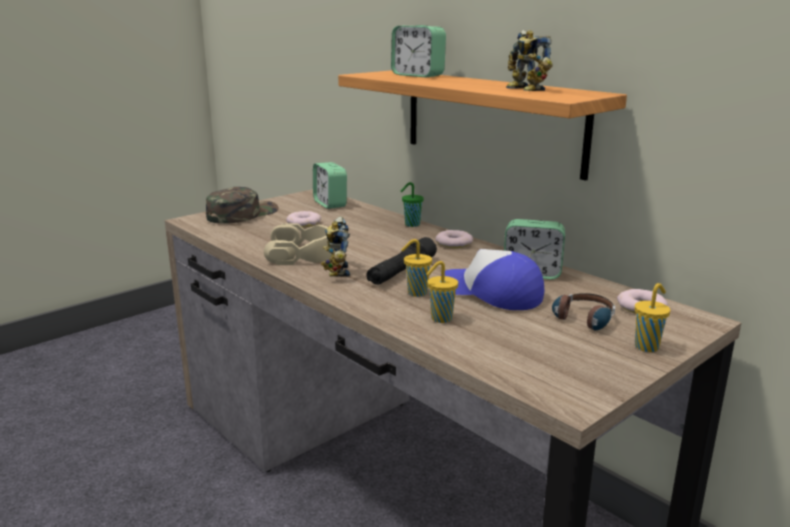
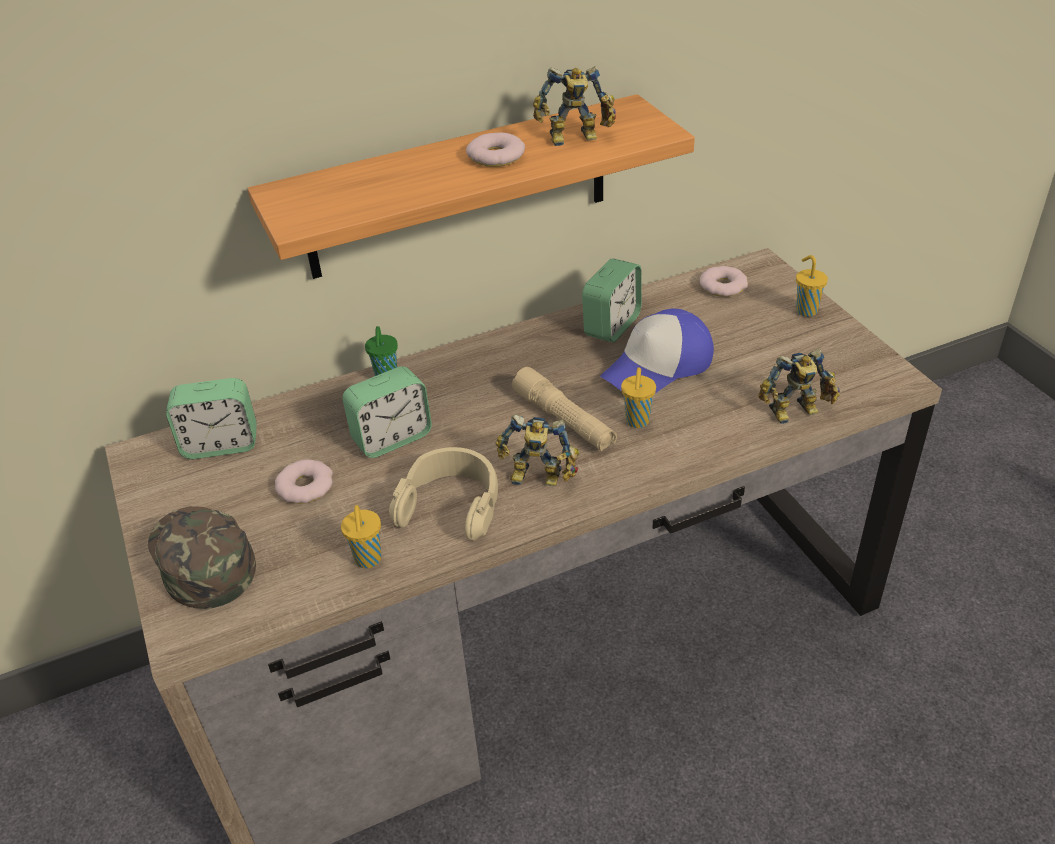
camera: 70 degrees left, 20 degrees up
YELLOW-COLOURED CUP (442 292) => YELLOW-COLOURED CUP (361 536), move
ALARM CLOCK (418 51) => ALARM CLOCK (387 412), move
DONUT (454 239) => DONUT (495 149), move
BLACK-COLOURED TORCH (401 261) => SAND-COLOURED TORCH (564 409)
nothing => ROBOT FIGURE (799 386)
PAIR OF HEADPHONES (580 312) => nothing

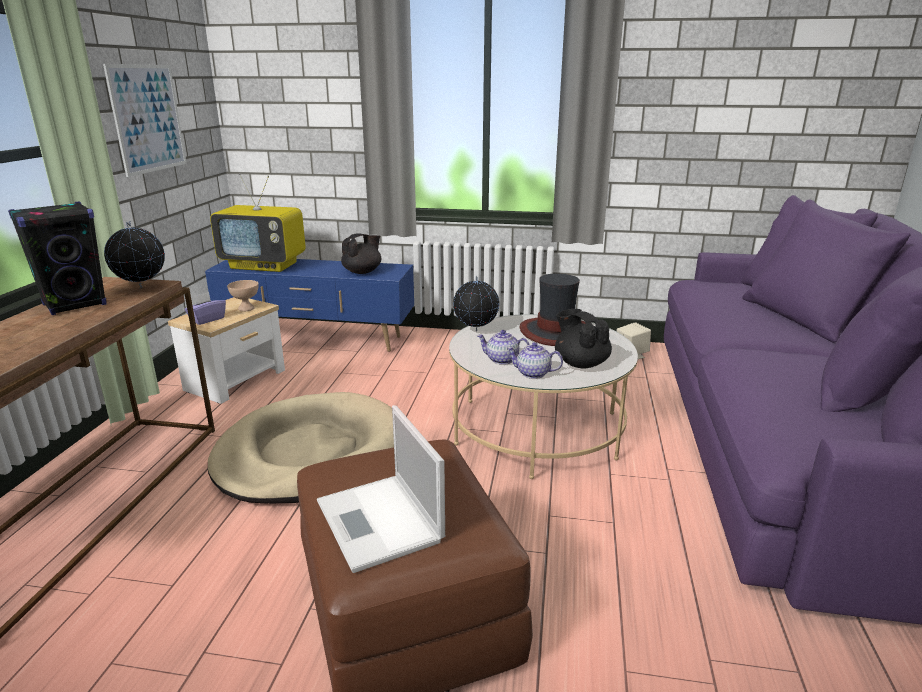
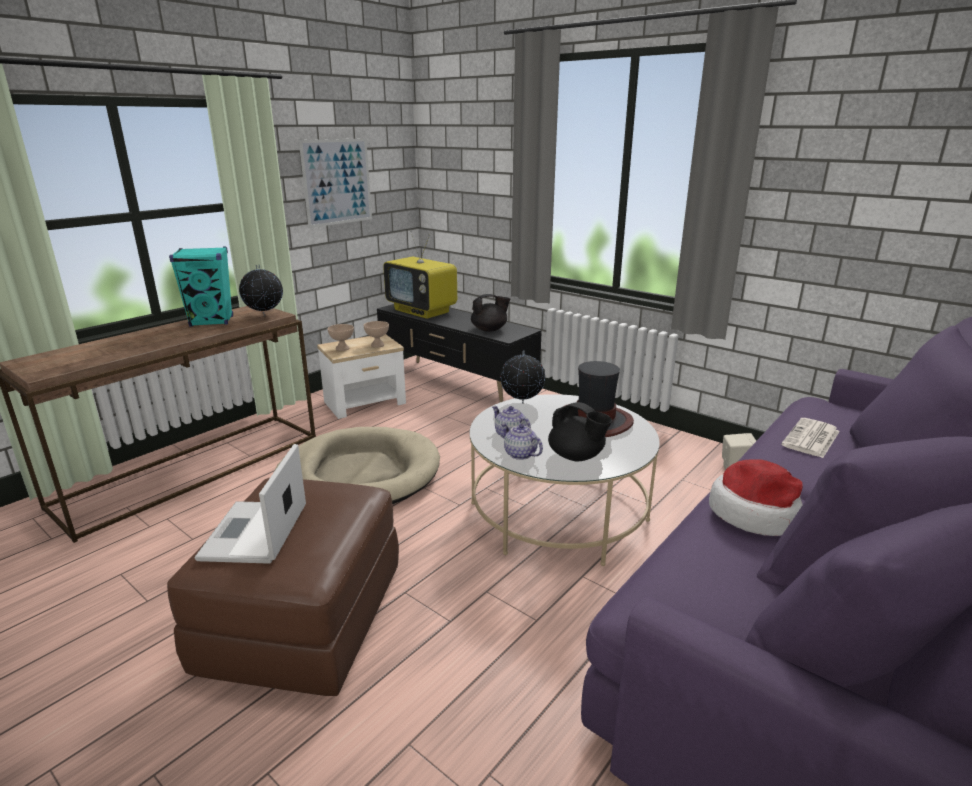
camera: 30 degrees right, 0 degrees up
BLACK-COLOURED LOUDSPEAKER (57 258) => TURQUOISE-COLOURED LOUDSPEAKER (201 287)
PURPLE TISSUE BOX (205 308) => SAND-COLOURED BOWL (341 337)
BLUE-COLOURED TV STAND (309 305) => BLACK-COLOURED TV STAND (459 353)
BLACK-COLOURED POT FOR TEA (583 338) => BLACK-COLOURED POT FOR TEA (580 432), 135 degrees clockwise
nothing => WEARABLE HAT (756 497)
nothing => NEWSPAPER (810 438)

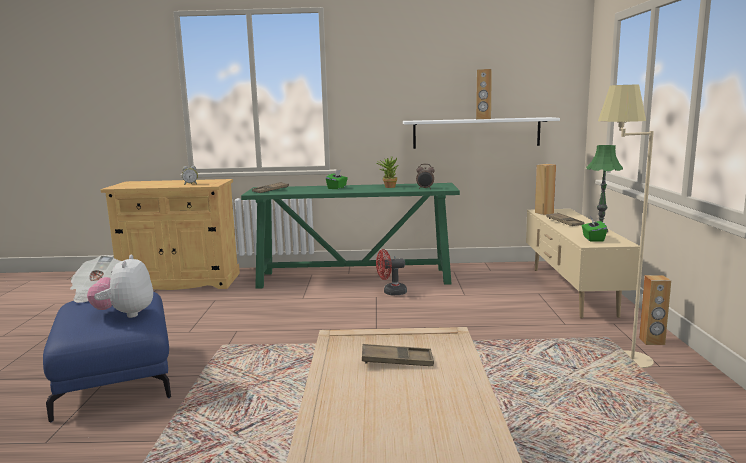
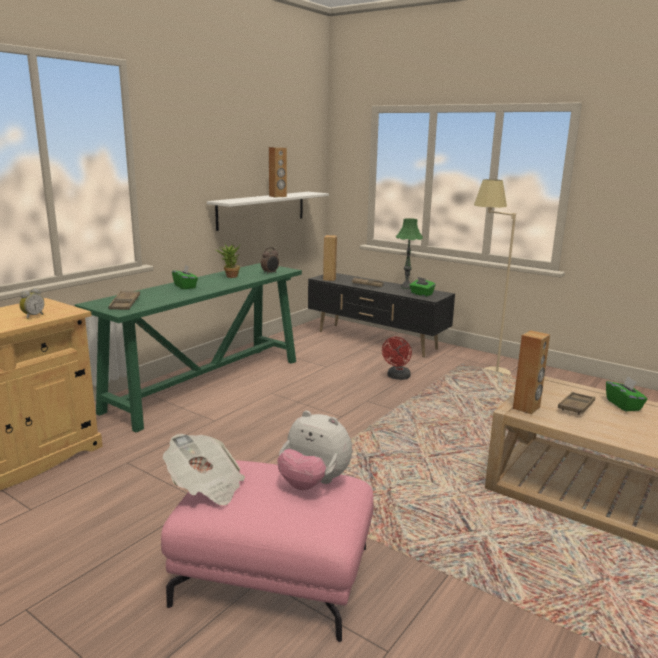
camera: 55 degrees left, 5 degrees up
BLUE-COLOURED FOOTREST (107 357) => PINK-COLOURED FOOTREST (267 551)
SAND-COLOURED TV STAND (583 263) => BLACK-COLOURED TV STAND (381 315)
RED-COLOURED ELECTRIC FAN (391 272) => RED-COLOURED ELECTRIC FAN (397 358), move
BROWNISH LOUDSPEAKER (655 310) => BROWNISH LOUDSPEAKER (531 372), move
nothing => GREENISH TISSUE BOX (627 394)

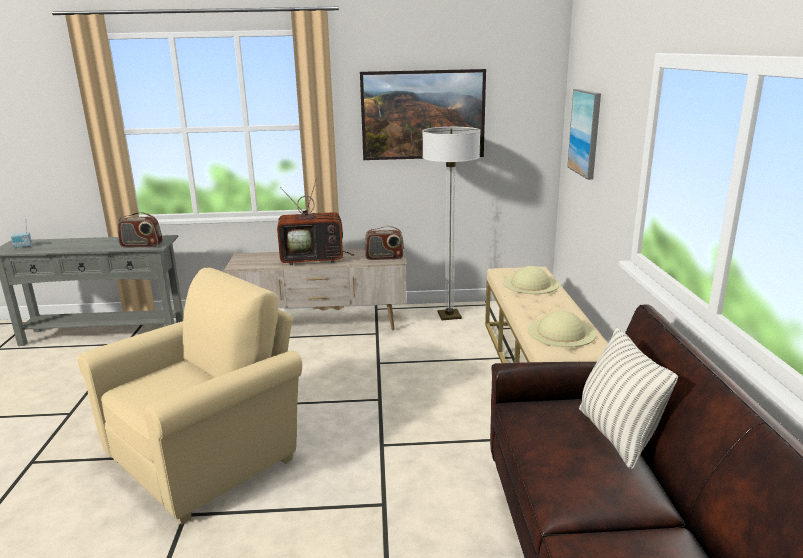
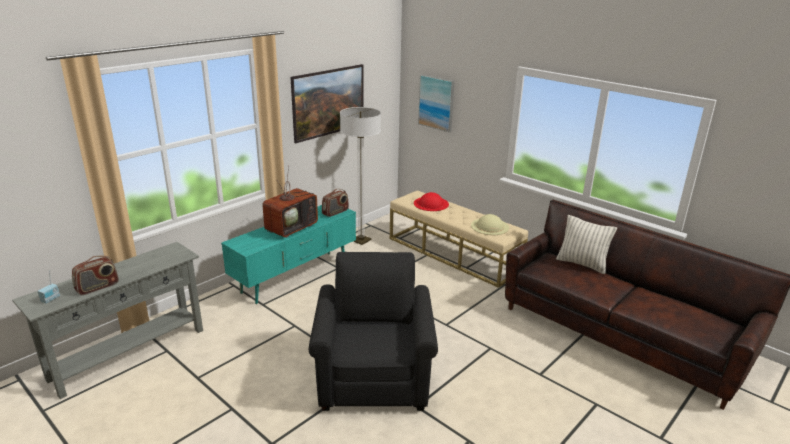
camera: 45 degrees left, 5 degrees up
RADIO (140 230) => RADIO (95 275), move
SAND-COLOURED TV STAND (315 290) => TURQUOISE-COLOURED TV STAND (288 254)
SAND-COLOURED EASY CHAIR (190 396) => BLACK-COLOURED EASY CHAIR (373 331)
SAND-COLOURED WEARABLE HAT (531 280) => RED-COLOURED WEARABLE HAT (431 201)

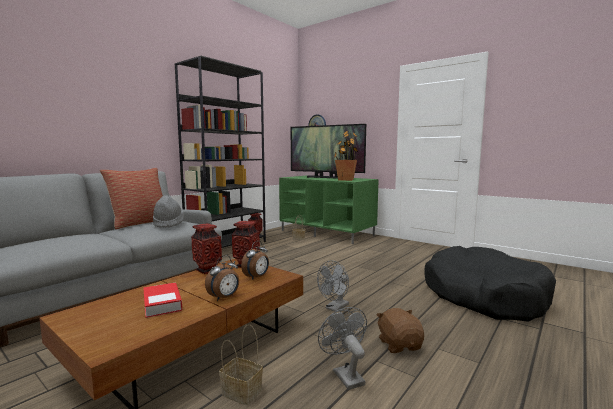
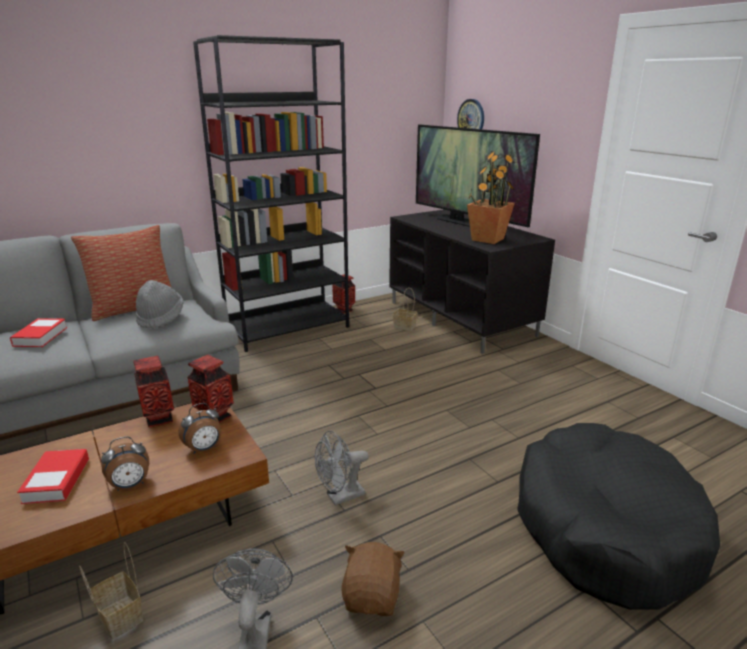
camera: 20 degrees right, 15 degrees up
nothing => BOOK (38 332)
GREENISH TV STAND (329 210) => BLACK-COLOURED TV STAND (472 281)

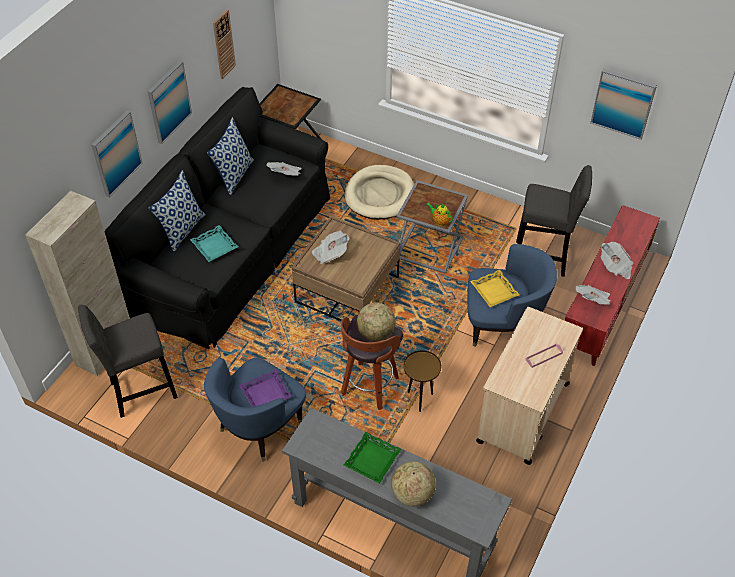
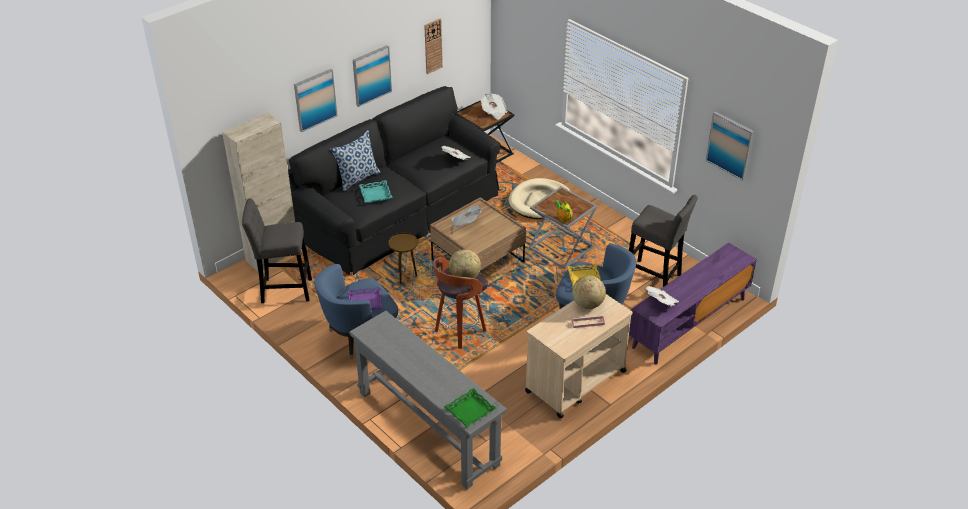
camera: 20 degrees right, 10 degrees down
BROWNISH ACCENT TABLE (422 381) => BROWNISH ACCENT TABLE (403 258), move
GREENISH CARRYING TRAY (372 458) => GREENISH CARRYING TRAY (470 408), move
NEWSPAPER (617 260) => NEWSPAPER (494 106), move
WORLD GLOBE (413 483) => WORLD GLOBE (589 292), move
RED-COLOURED TV STAND (612 285) => PURPLE TV STAND (693 303)
CUSHION (230 156) => nothing

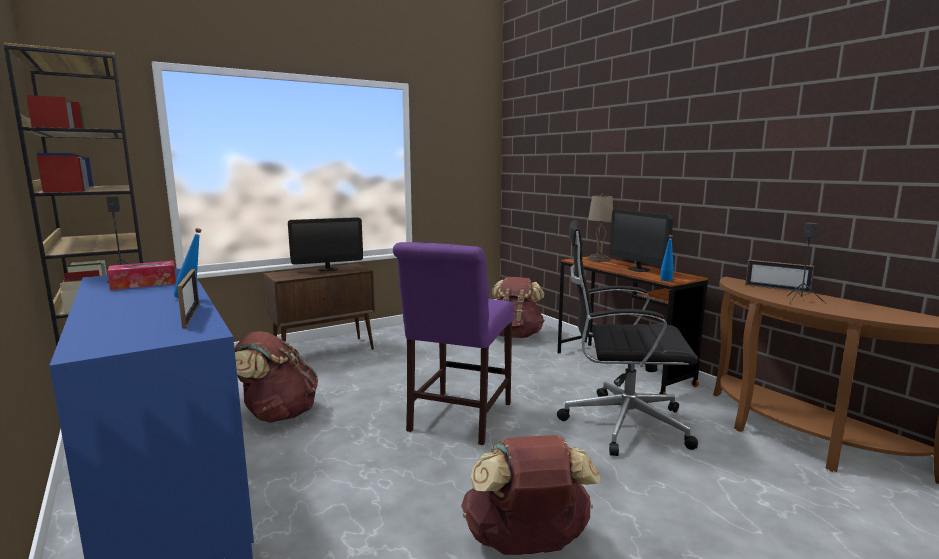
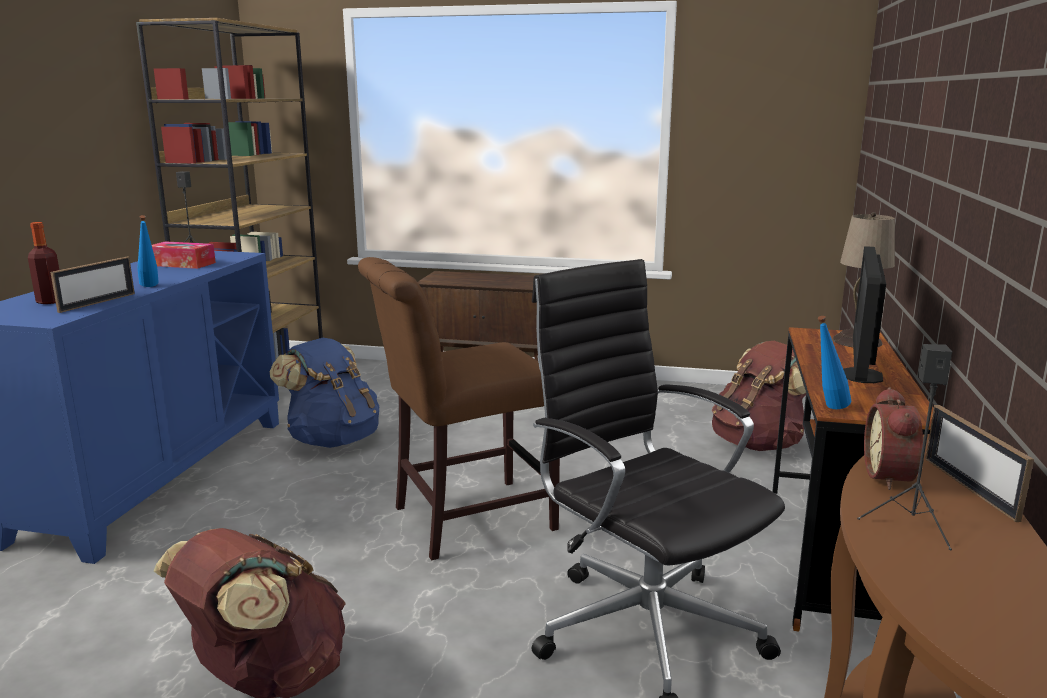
camera: 45 degrees right, 5 degrees up
nothing => DRINK BOTTLE (43 263)
BROWNISH KNAPSACK (276 377) => BLUE-COLOURED KNAPSACK (324 393)
PURPLE CHAIR (453 343) => BROWNISH CHAIR (459 408)
nothing => ALARM CLOCK (893 438)
MONITOR (325 244) => nothing

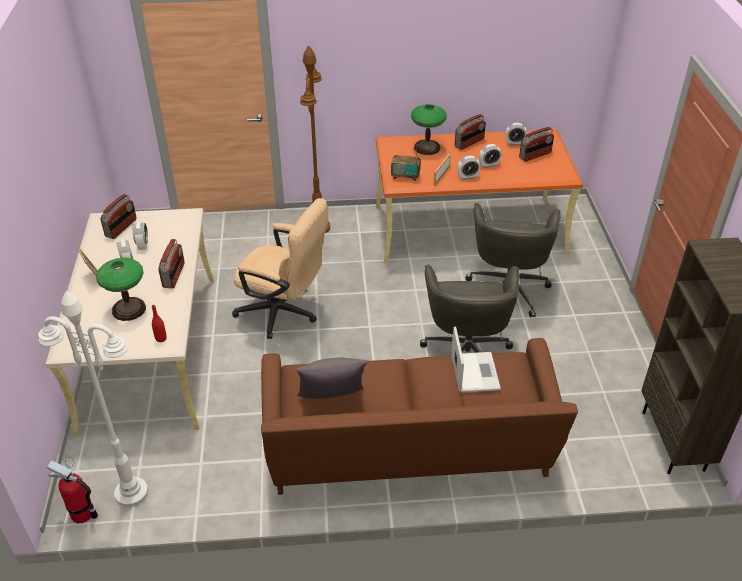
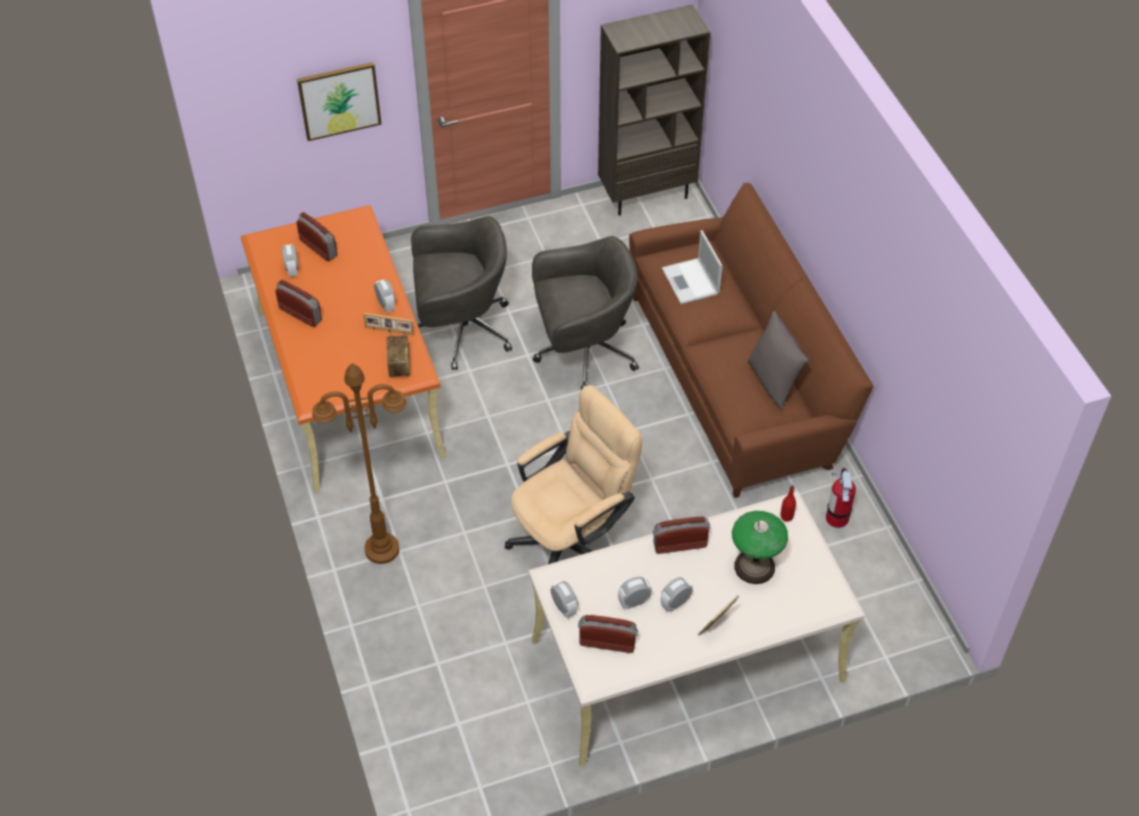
camera: 105 degrees left, 10 degrees up
nothing => WALL PICTURE (339 101)
SAND-COLOURED DESK CHAIR (280 268) => SAND-COLOURED DESK CHAIR (573 474), 45 degrees clockwise
ALARM CLOCK (490 156) => ALARM CLOCK (564 600), move
NOTEBOOK COMPUTER (476 359) => NOTEBOOK COMPUTER (692 267), 90 degrees counterclockwise
FIRE EXTINGUISHER (72 490) => FIRE EXTINGUISHER (841 498), move
WHITE STANDARD LAMP (93 399) => nothing
TABLE LAMP (429 129) => nothing

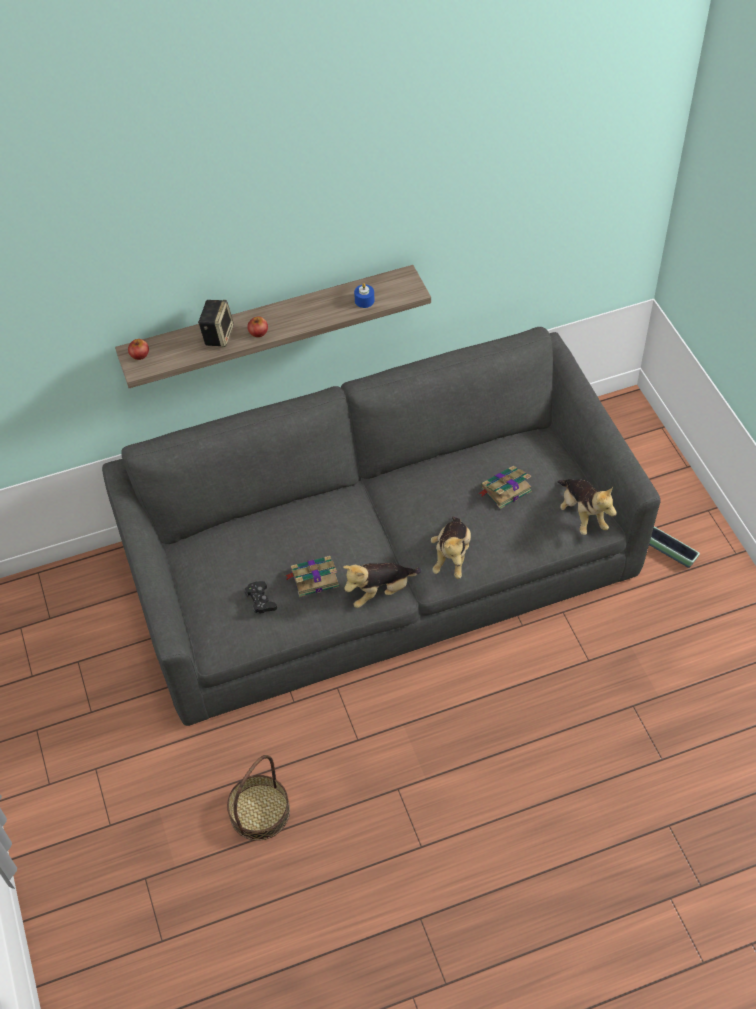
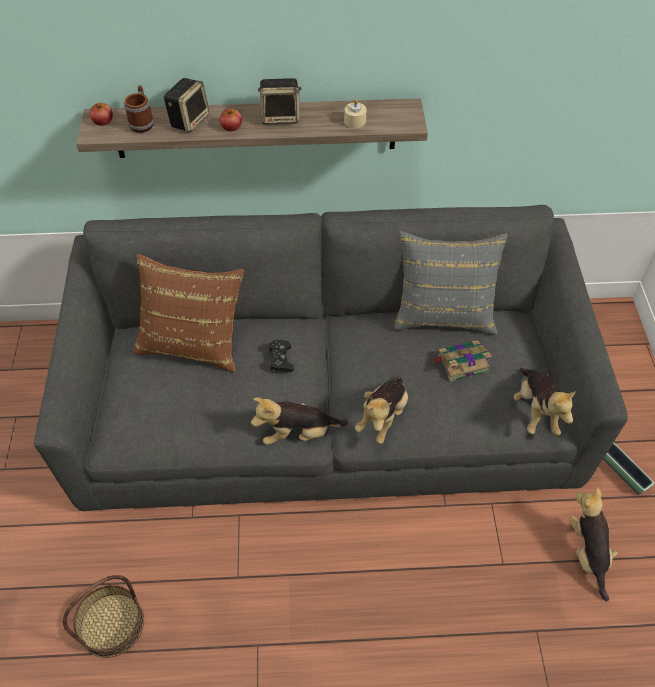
camera: 15 degrees right, 0 degrees up
nothing => TEA MUG (139 109)
nothing => BROWNISH CUSHION (188 313)
nothing => LOUDSPEAKER (280 101)
BLACK-COLOURED GAME CONTROLLER (260 598) => BLACK-COLOURED GAME CONTROLLER (280 356), move
BLUE-COLOURED WAX LIGHT (364 295) => SAND-COLOURED WAX LIGHT (355 113)
nothing => GREY CUSHION (451 283)
nothing => PLUSH TOY (593 544)
BOOK (311 576) => nothing

